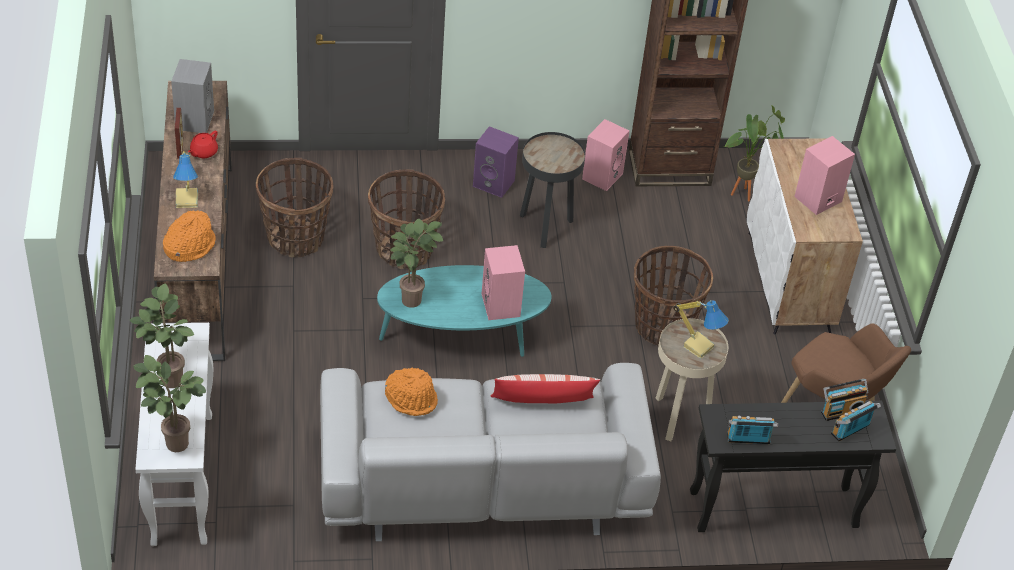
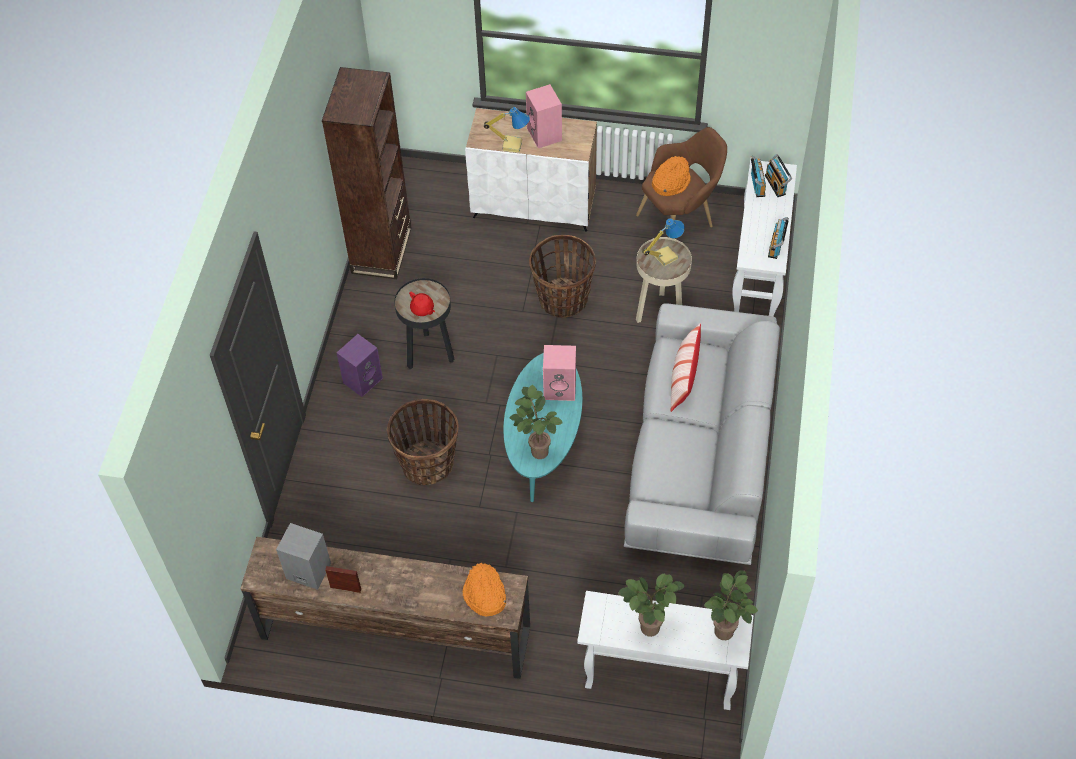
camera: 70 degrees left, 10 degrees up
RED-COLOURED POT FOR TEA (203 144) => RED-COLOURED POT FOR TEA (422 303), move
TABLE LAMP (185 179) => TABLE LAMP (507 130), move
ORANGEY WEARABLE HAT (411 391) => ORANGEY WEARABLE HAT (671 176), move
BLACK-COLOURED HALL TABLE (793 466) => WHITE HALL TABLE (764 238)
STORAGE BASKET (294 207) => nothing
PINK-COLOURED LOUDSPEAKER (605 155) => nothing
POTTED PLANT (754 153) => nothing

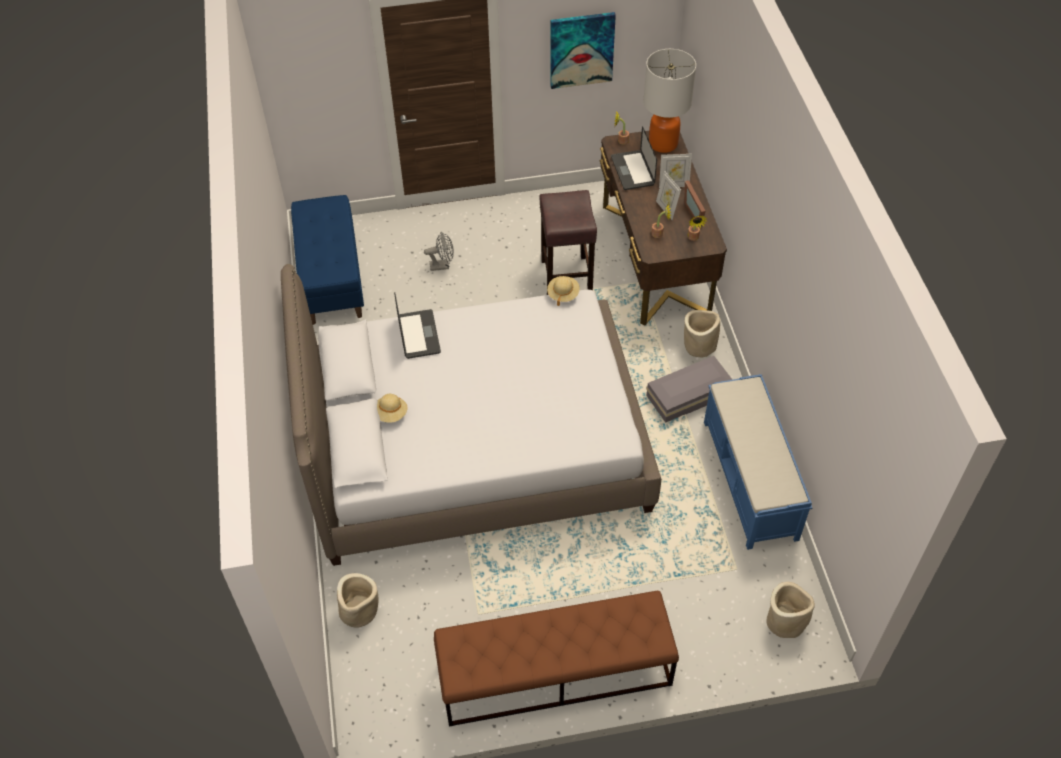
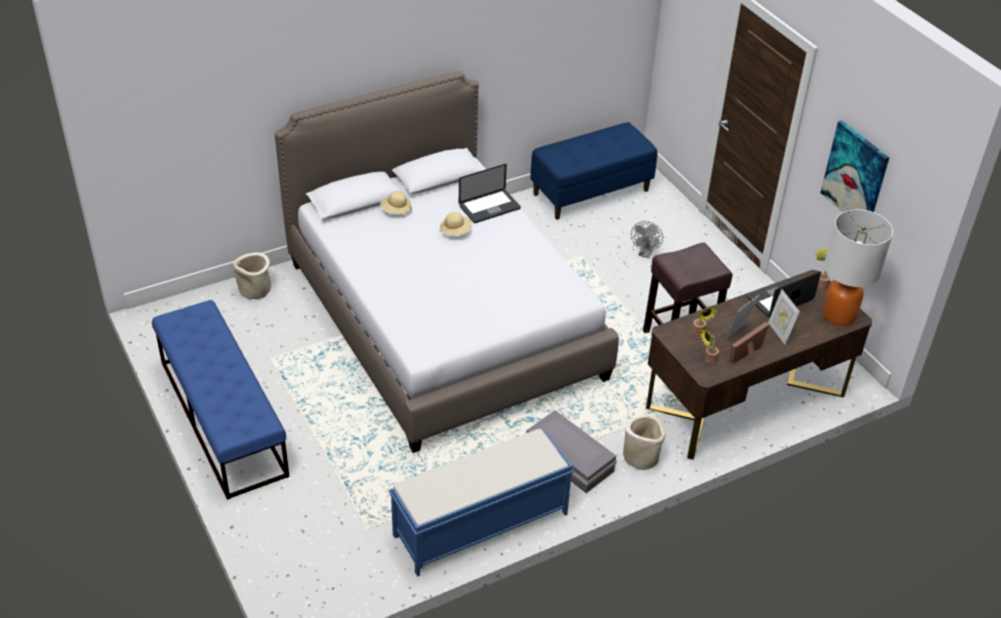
camera: 70 degrees right, 10 degrees down
BROWNISH BENCH (556 659) => BLUE-COLOURED BENCH (221 400)
SAND-COLOURED WEARABLE HAT (563 291) => SAND-COLOURED WEARABLE HAT (456 224), move
GREY ELECTRIC FAN (439 251) => GREY ELECTRIC FAN (647 239), 45 degrees clockwise
SAND-COLOURED PLANT POT (790 610) => nothing

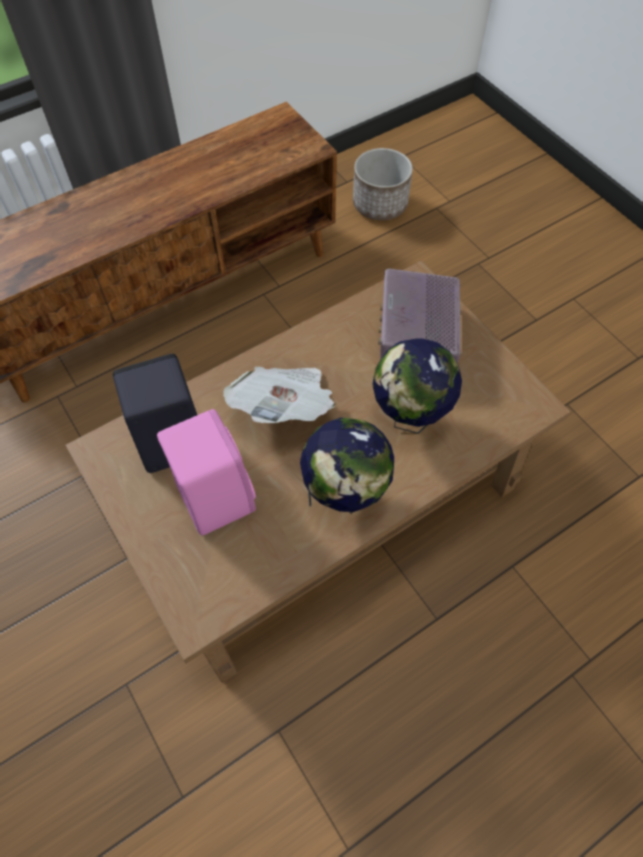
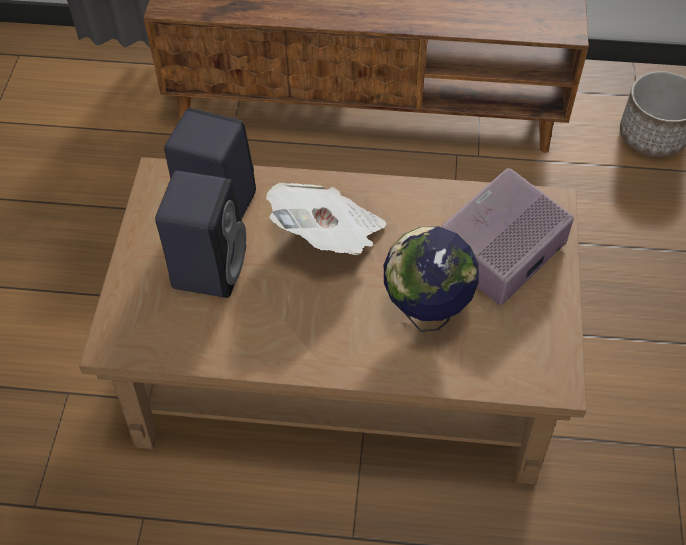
camera: 40 degrees right, 5 degrees down
PINK-COLOURED LOUDSPEAKER (206 472) => BLACK-COLOURED LOUDSPEAKER (200 234)
WORLD GLOBE (347 466) => nothing

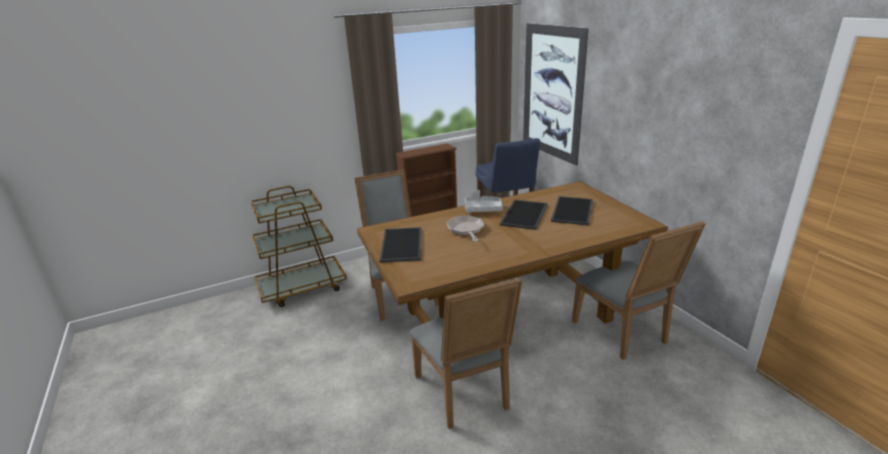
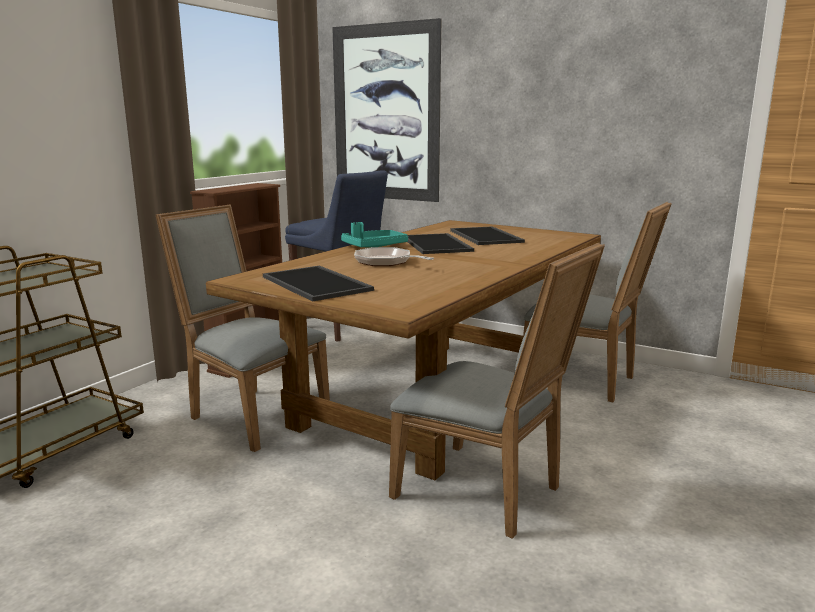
camera: 35 degrees left, 10 degrees down
GREY CARRYING TRAY (484 201) => TURQUOISE-COLOURED CARRYING TRAY (374 235)

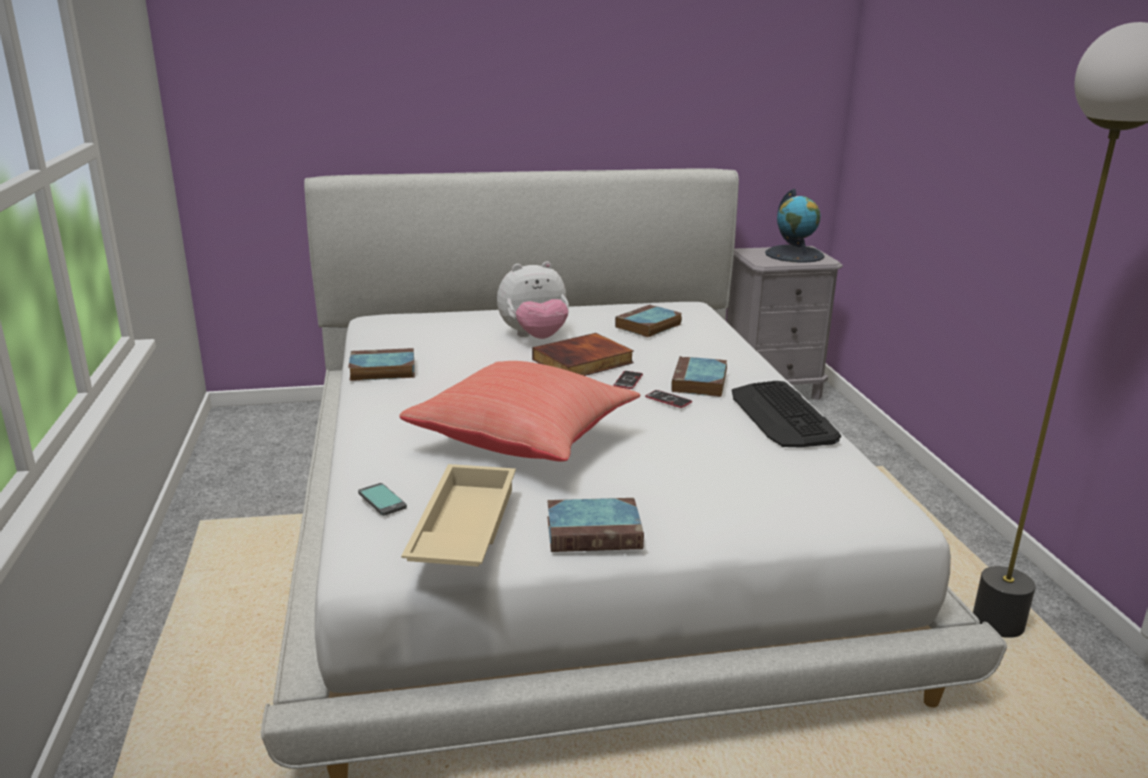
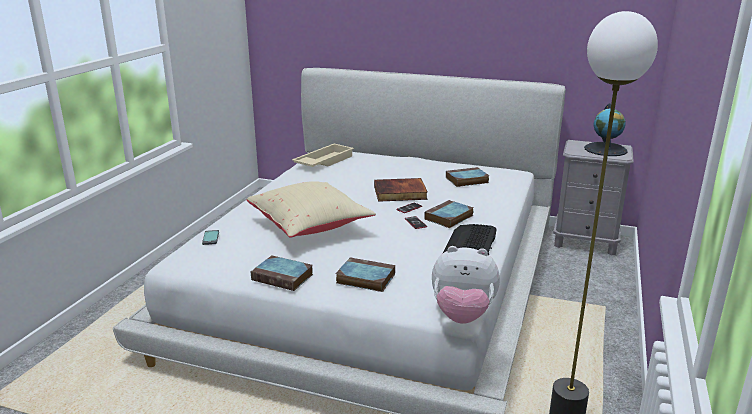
camera: 30 degrees right, 0 degrees up
RED-COLOURED CUSHION (520 411) => SAND-COLOURED CUSHION (311 209)
SAND-COLOURED CARRYING TRAY (458 515) => SAND-COLOURED CARRYING TRAY (323 155), move
BOOK (381 364) => BOOK (365 275), move
PLUSH TOY (533 300) => PLUSH TOY (466 285), move

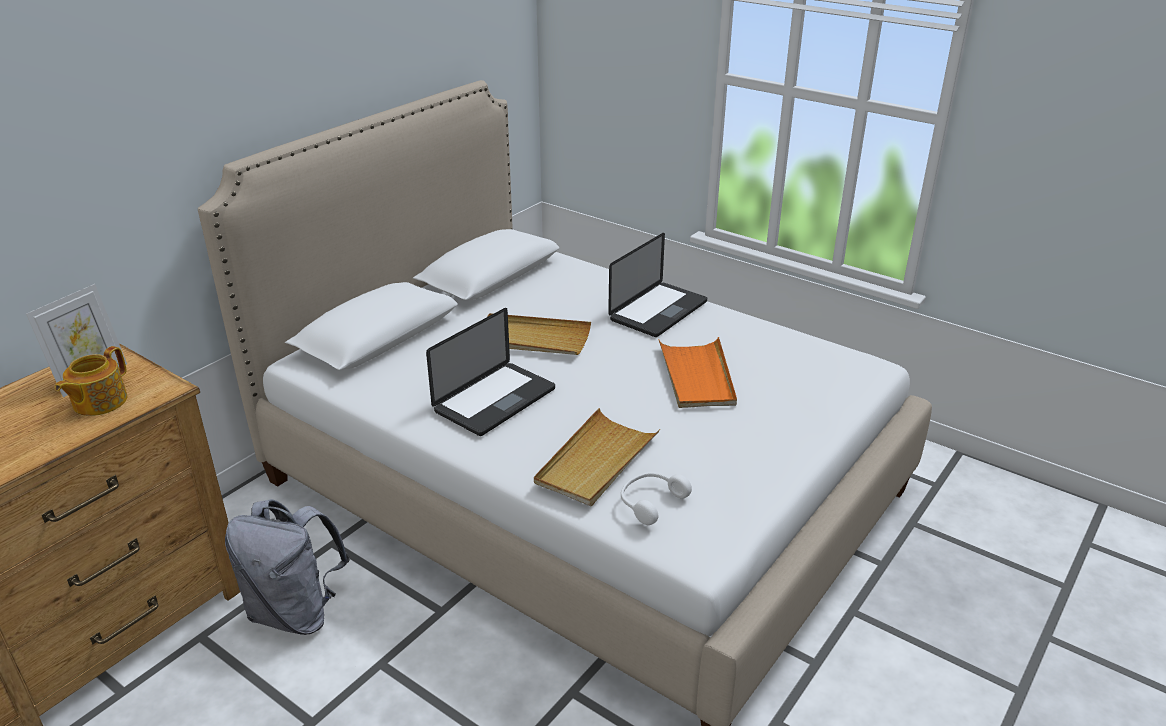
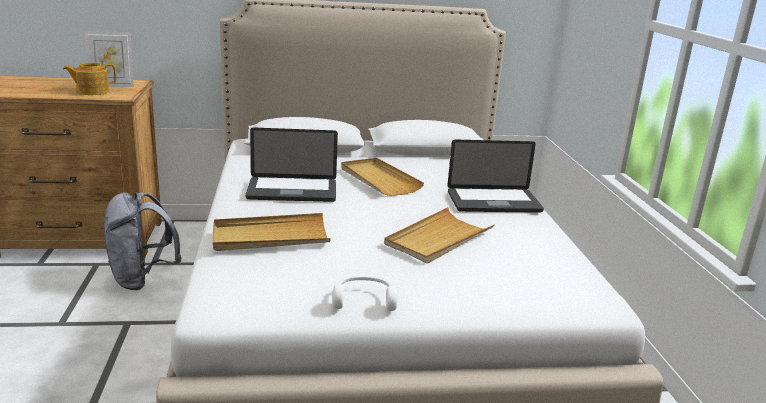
camera: 45 degrees right, 10 degrees down
WHITE PAIR OF HEADPHONES (656 498) => WHITE PAIR OF HEADPHONES (365 293), move
ORANGEY CARRYING TRAY (697 372) => SAND-COLOURED CARRYING TRAY (439 235)

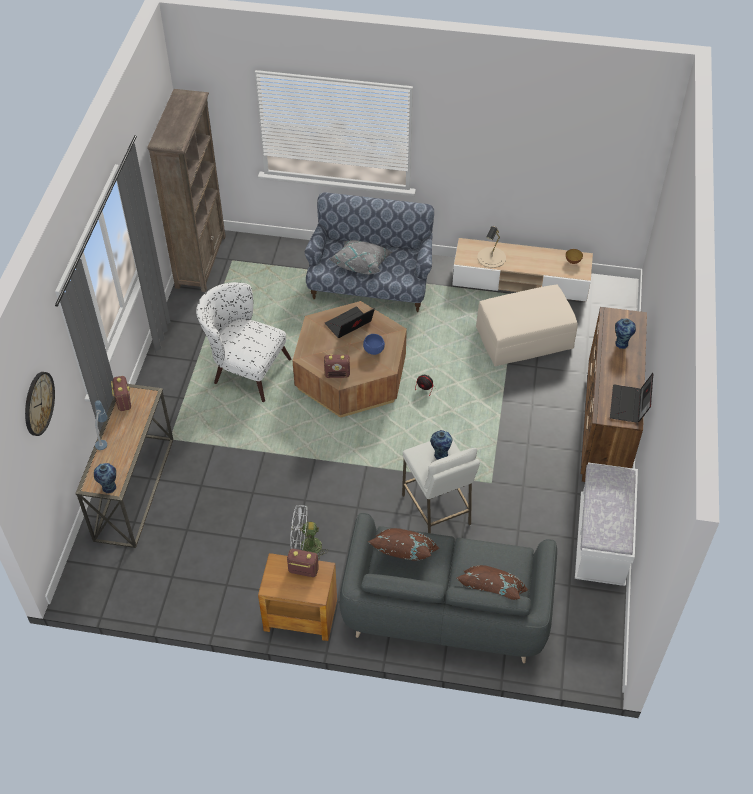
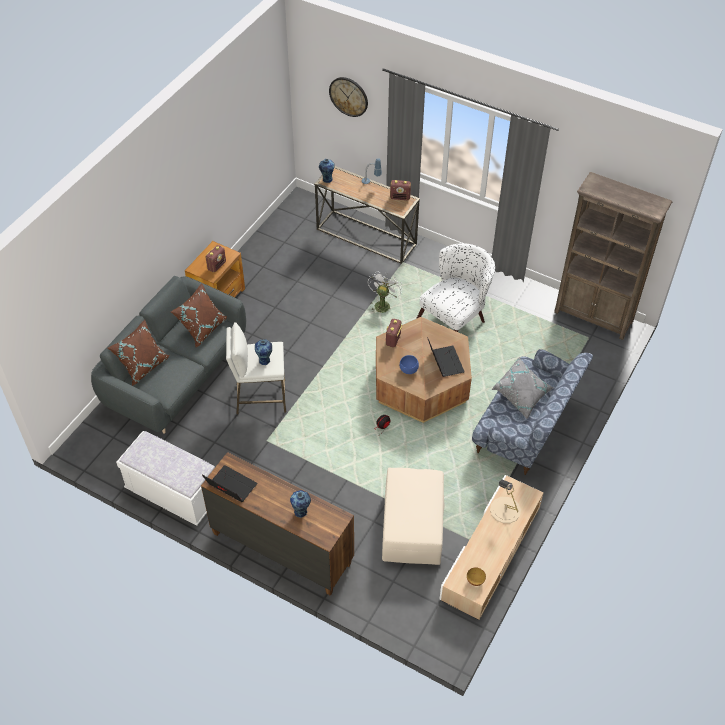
camera: 110 degrees right, 0 degrees up
WHITE ELECTRIC FAN (308 531) => WHITE ELECTRIC FAN (385 292), move

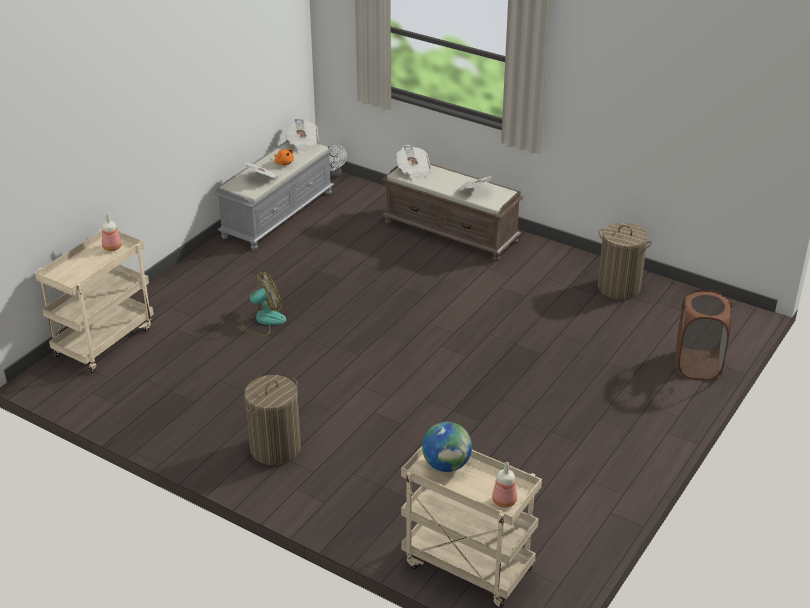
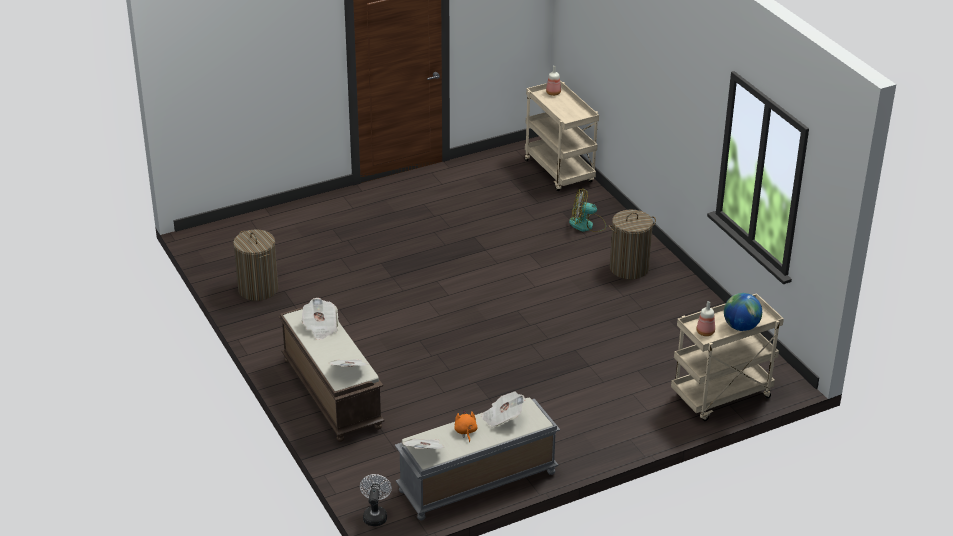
camera: 150 degrees left, 0 degrees up
ELECTRIC FAN (263 304) => ELECTRIC FAN (587 210), move
WORLD GLOBE (447 447) => WORLD GLOBE (743 312), move
BROWNISH WASHING BASKET (704 335) => nothing

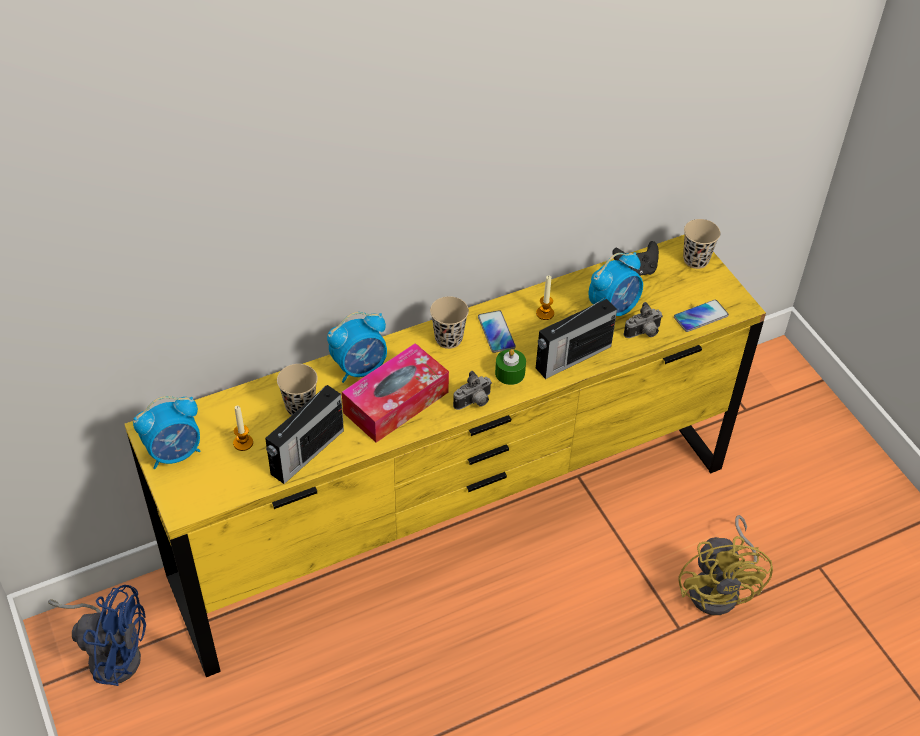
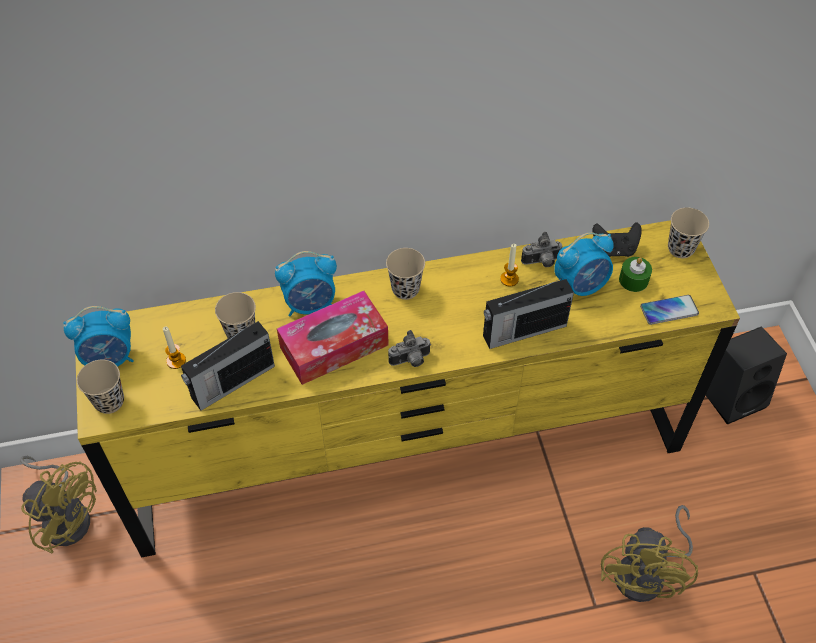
camera: 15 degrees right, 5 degrees up
BLUE-COLOURED ELECTRIC FAN (97 635) => YELLOW-COLOURED ELECTRIC FAN (58 505)
nothing => SAND-COLOURED CUP (100 387)
STILL CAMERA (643 320) => STILL CAMERA (541 249), move
GREENISH WAX LIGHT (510 367) => GREENISH WAX LIGHT (635 274), move
nothing => BLACK-COLOURED LOUDSPEAKER (746 375)
HANDSET (497 331) => nothing

